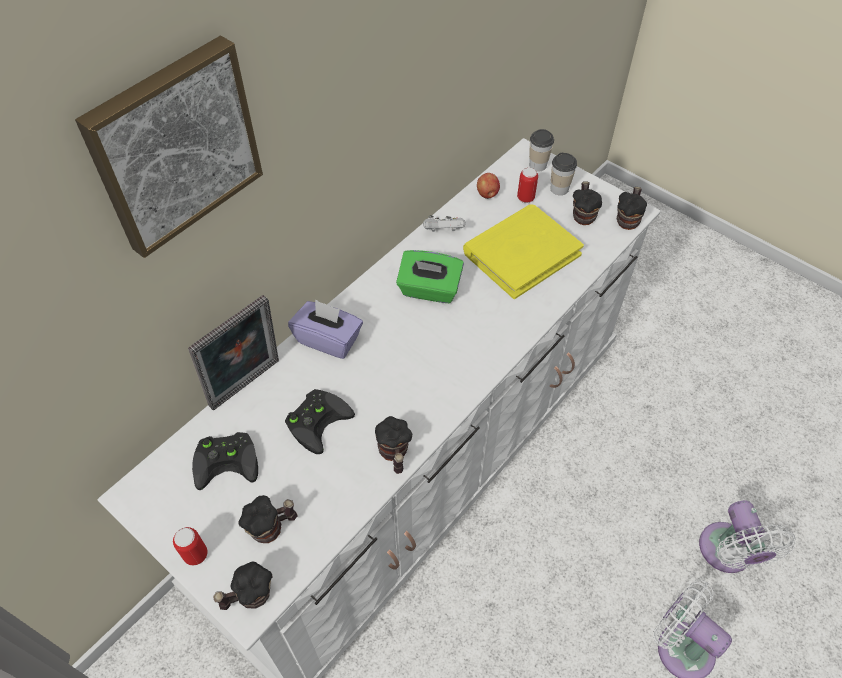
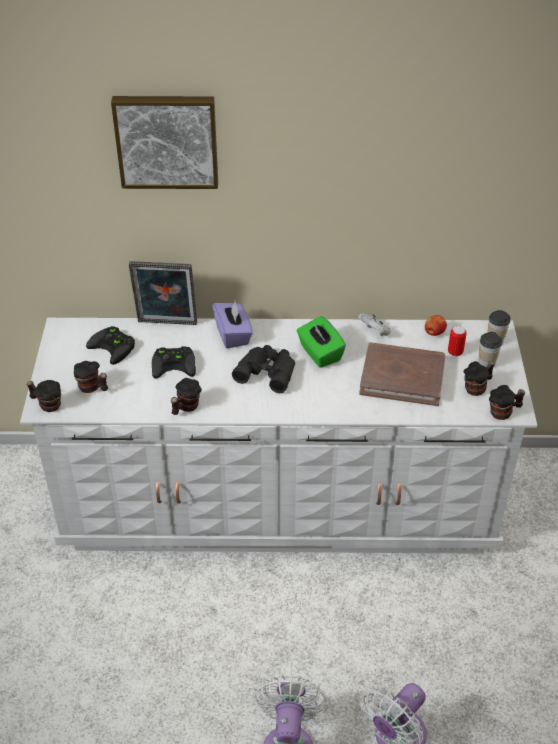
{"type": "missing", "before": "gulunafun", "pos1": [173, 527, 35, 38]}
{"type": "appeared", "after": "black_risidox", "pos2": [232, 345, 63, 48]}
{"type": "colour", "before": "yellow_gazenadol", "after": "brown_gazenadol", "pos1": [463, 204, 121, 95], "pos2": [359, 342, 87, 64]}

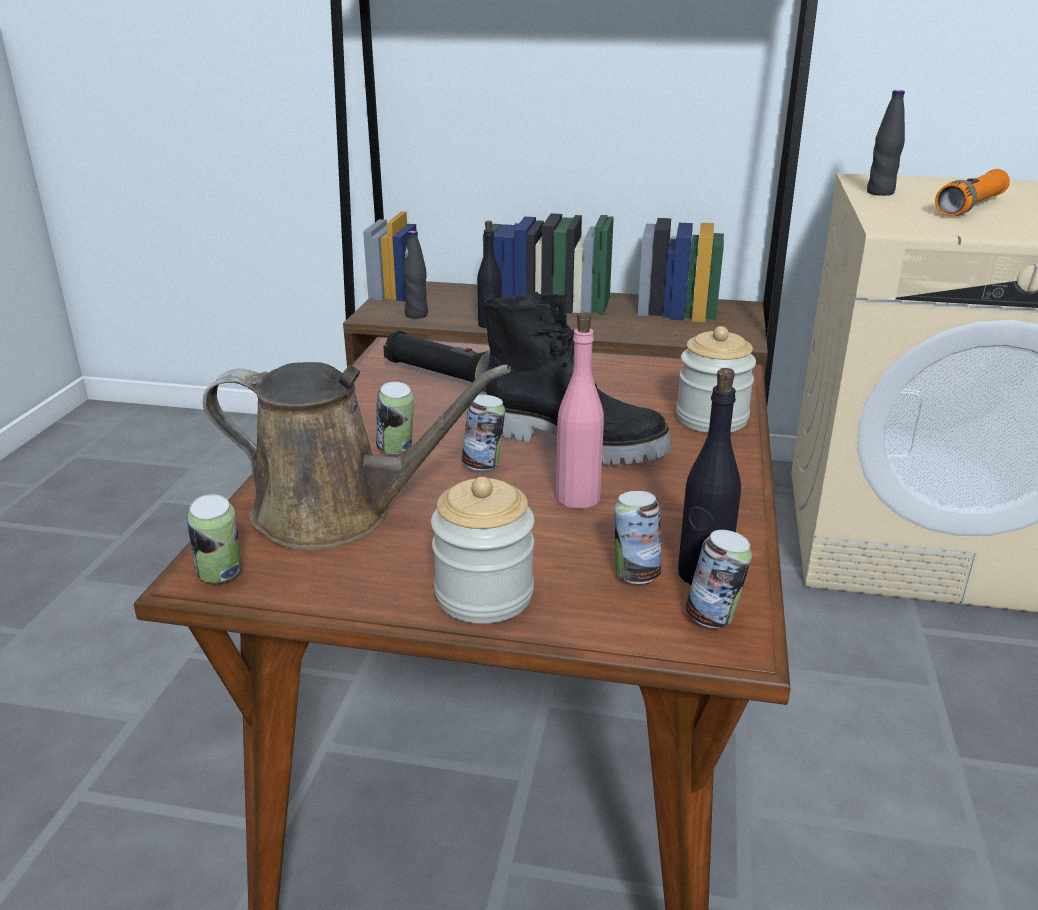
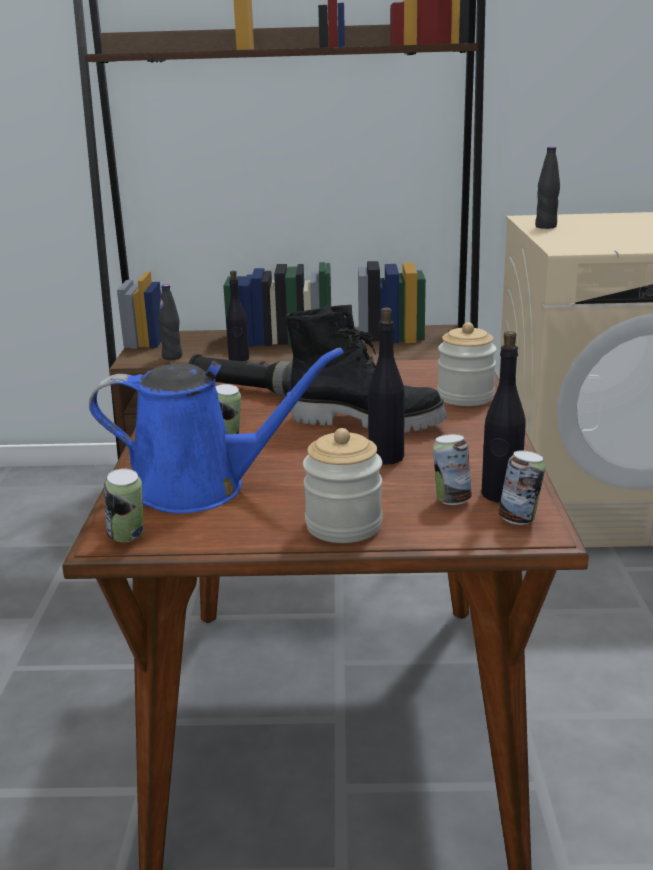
{"type": "missing", "before": "gulunafun", "pos1": [462, 395, 43, 76]}
{"type": "missing", "before": "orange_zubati", "pos1": [935, 169, 75, 48]}
{"type": "colour", "before": "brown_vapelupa", "after": "blue_vapelupa", "pos1": [203, 362, 308, 188], "pos2": [89, 348, 254, 166]}
{"type": "colour", "before": "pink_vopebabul", "after": "black_vopebabul", "pos1": [556, 312, 48, 197], "pos2": [368, 308, 37, 156]}

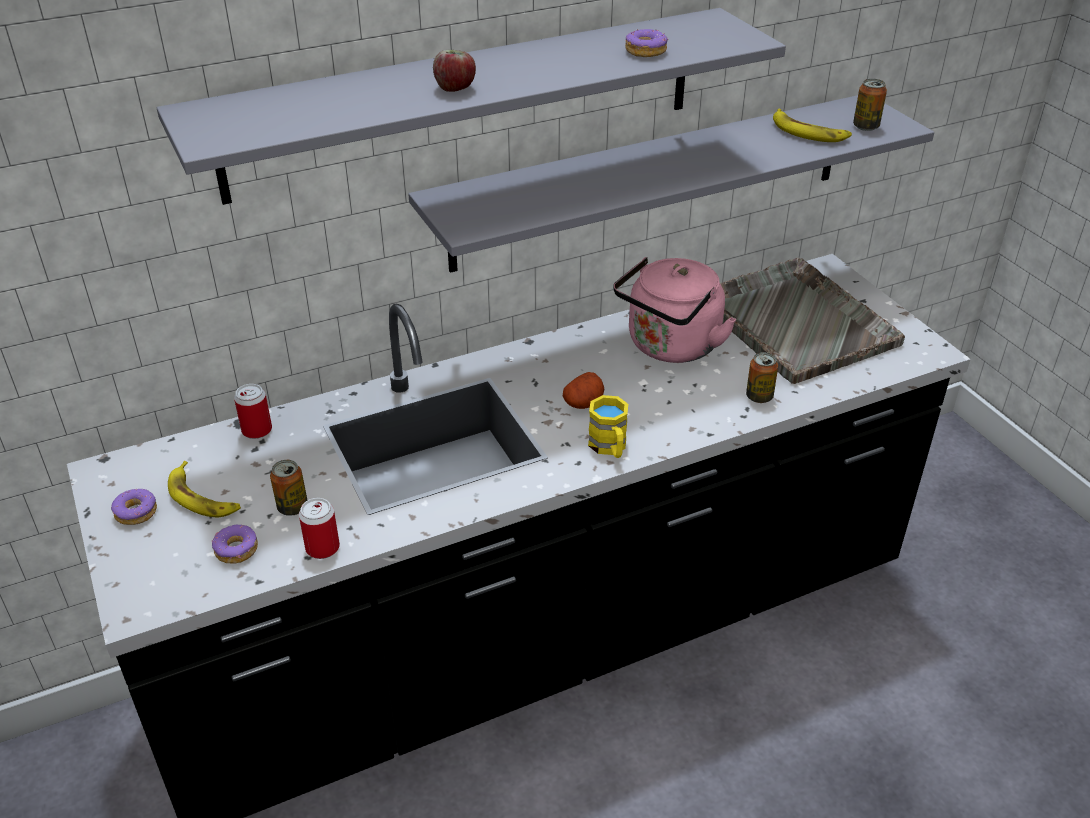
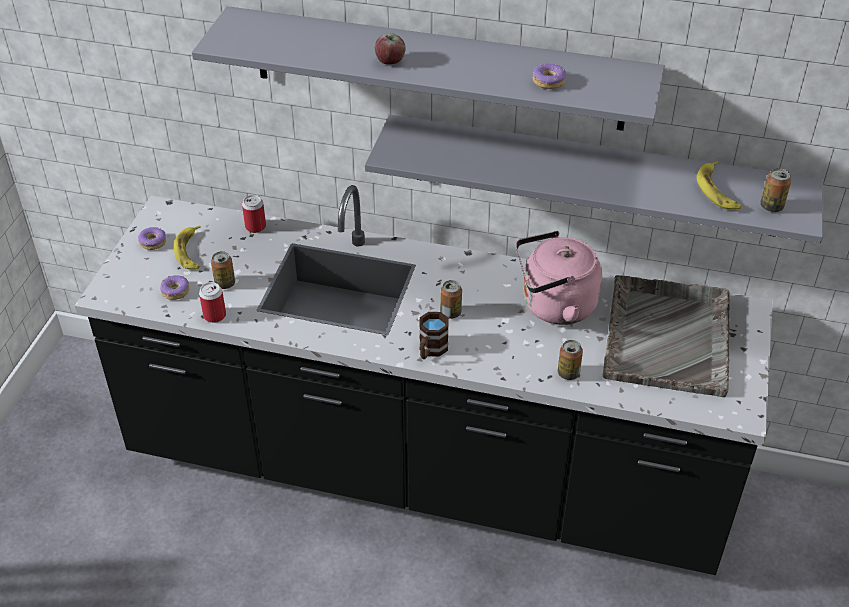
{"type": "exchanged", "before": "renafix", "after": "gulunafun", "pos1": [563, 372, 42, 37], "pos2": [440, 280, 22, 39]}
{"type": "colour", "before": "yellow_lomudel", "after": "brown_lomudel", "pos1": [588, 395, 40, 63], "pos2": [419, 312, 30, 47]}

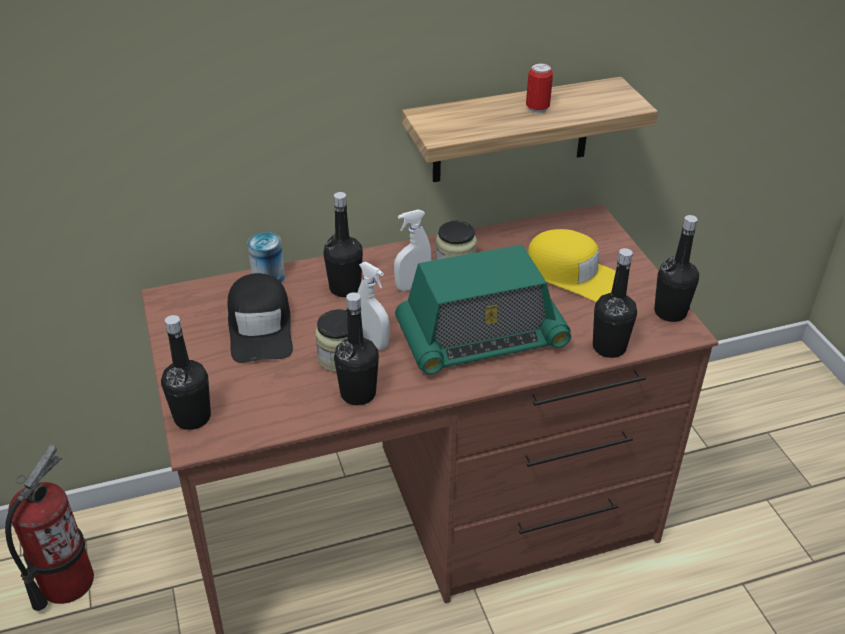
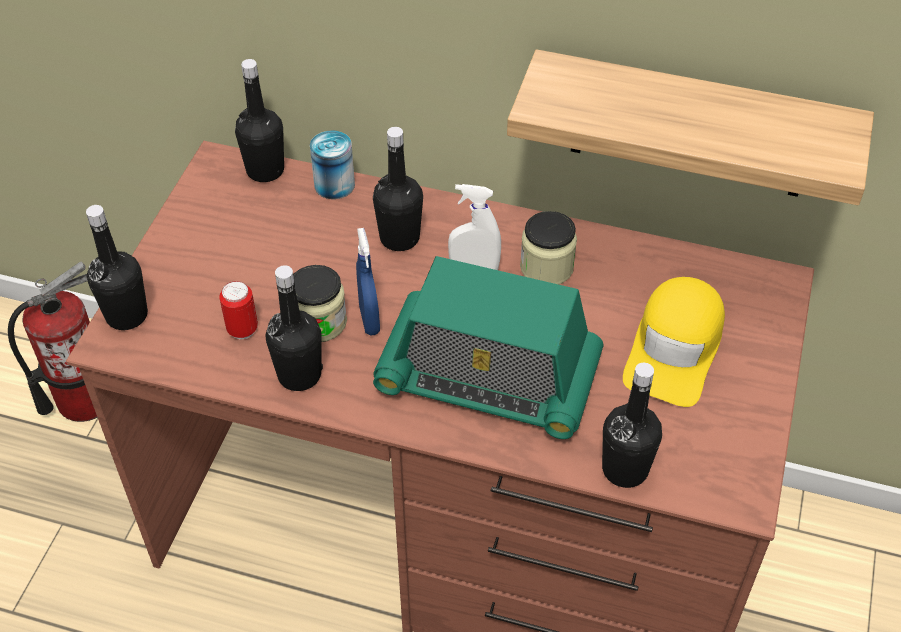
{"type": "missing", "before": "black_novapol", "pos1": [228, 273, 65, 90]}
{"type": "relocated", "before": "gulunafun", "pos1": [526, 63, 27, 51], "pos2": [219, 281, 39, 58]}
{"type": "relocated", "before": "black_vopebabul", "pos1": [654, 215, 45, 107], "pos2": [235, 59, 49, 123]}
{"type": "colour", "before": "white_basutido", "after": "blue_basutido", "pos1": [358, 262, 32, 87], "pos2": [356, 228, 24, 107]}
{"type": "spun", "before": "yellow_novapol", "pos1": [527, 229, 89, 73], "pos2": [623, 277, 102, 130], "turn": 45}

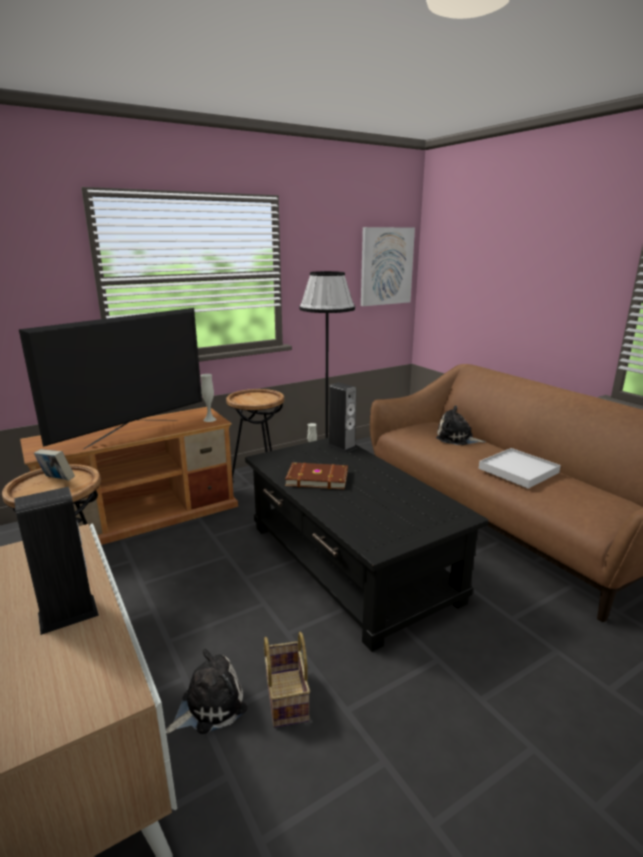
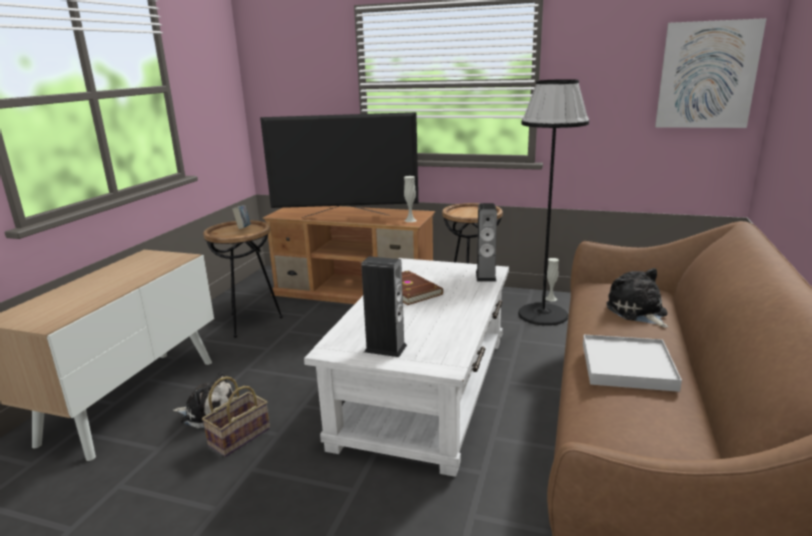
{"type": "relocated", "before": "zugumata", "pos1": [14, 487, 85, 148], "pos2": [361, 256, 46, 101]}
{"type": "colour", "before": "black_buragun", "after": "white_buragun", "pos1": [245, 438, 244, 214], "pos2": [304, 258, 205, 219]}

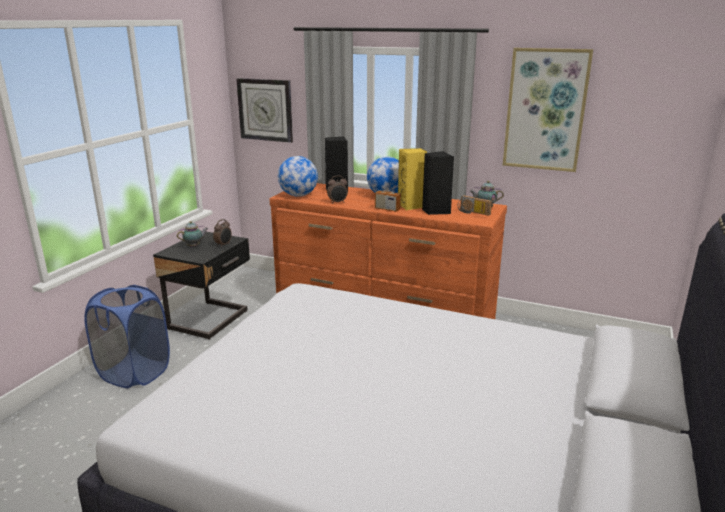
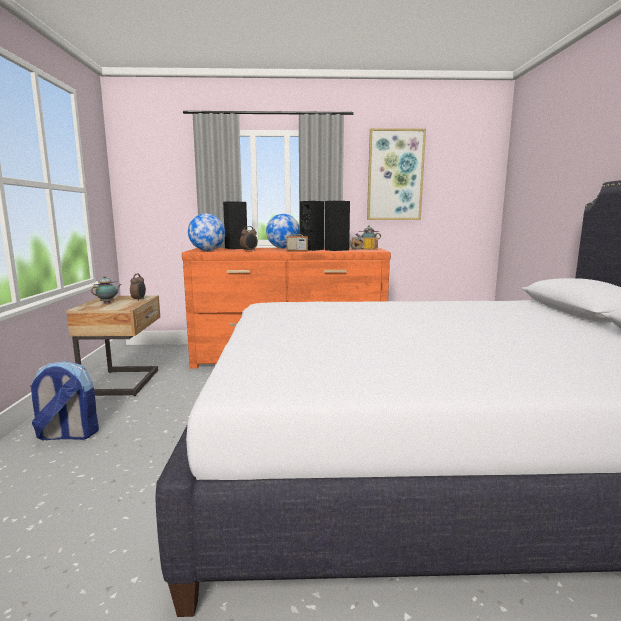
{"type": "missing", "before": "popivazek", "pos1": [236, 78, 57, 65]}
{"type": "exchanged", "before": "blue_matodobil", "after": "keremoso", "pos1": [84, 285, 86, 103], "pos2": [30, 361, 69, 79]}
{"type": "colour", "before": "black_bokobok", "after": "beige_bokobok", "pos1": [153, 232, 97, 108], "pos2": [66, 296, 94, 100]}
{"type": "colour", "before": "yellow_zugumata", "after": "black_zugumata", "pos1": [398, 148, 29, 62], "pos2": [300, 201, 24, 50]}

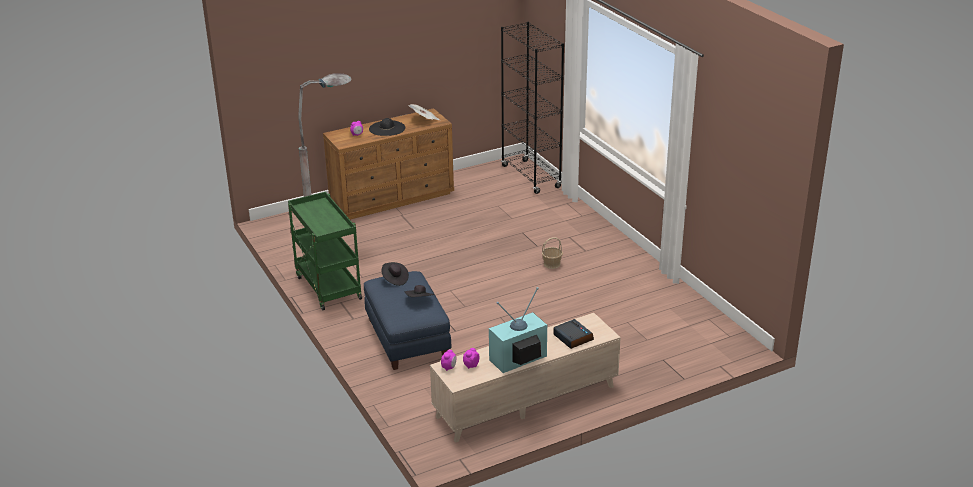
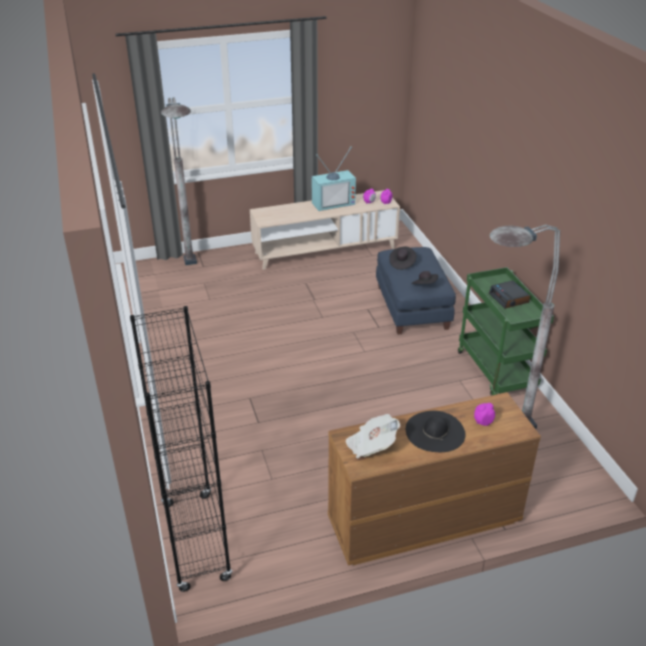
{"type": "missing", "before": "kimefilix", "pos1": [542, 237, 21, 32]}
{"type": "appeared", "after": "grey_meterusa", "pos2": [161, 97, 36, 168]}
{"type": "relocated", "before": "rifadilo", "pos1": [553, 319, 41, 30], "pos2": [489, 280, 41, 29]}

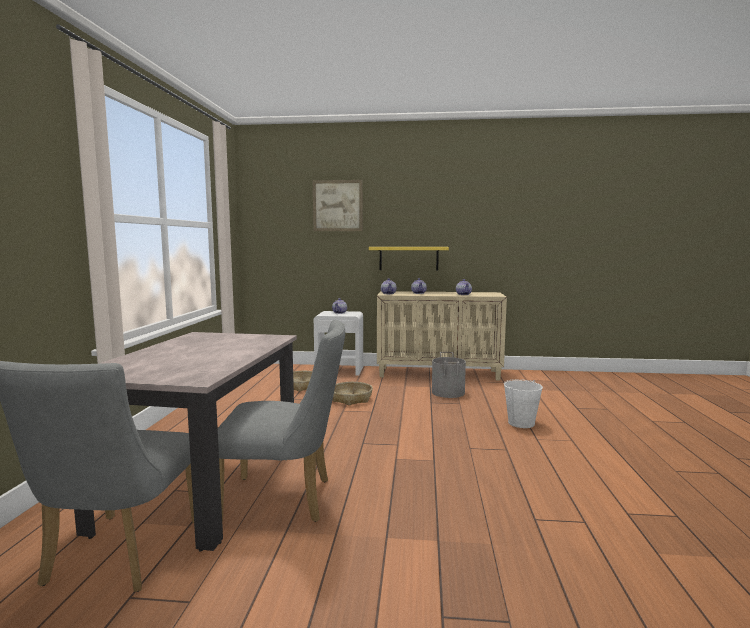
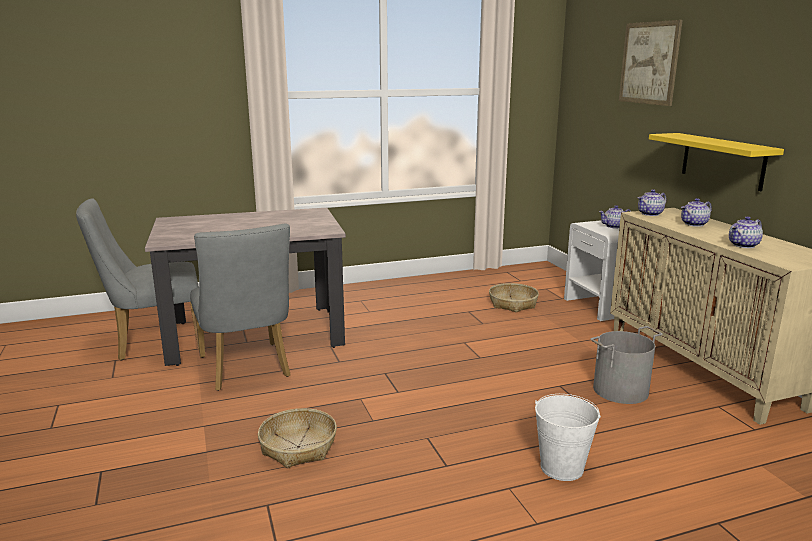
{"type": "relocated", "before": "kimefilix", "pos1": [333, 382, 40, 23], "pos2": [258, 408, 79, 60]}

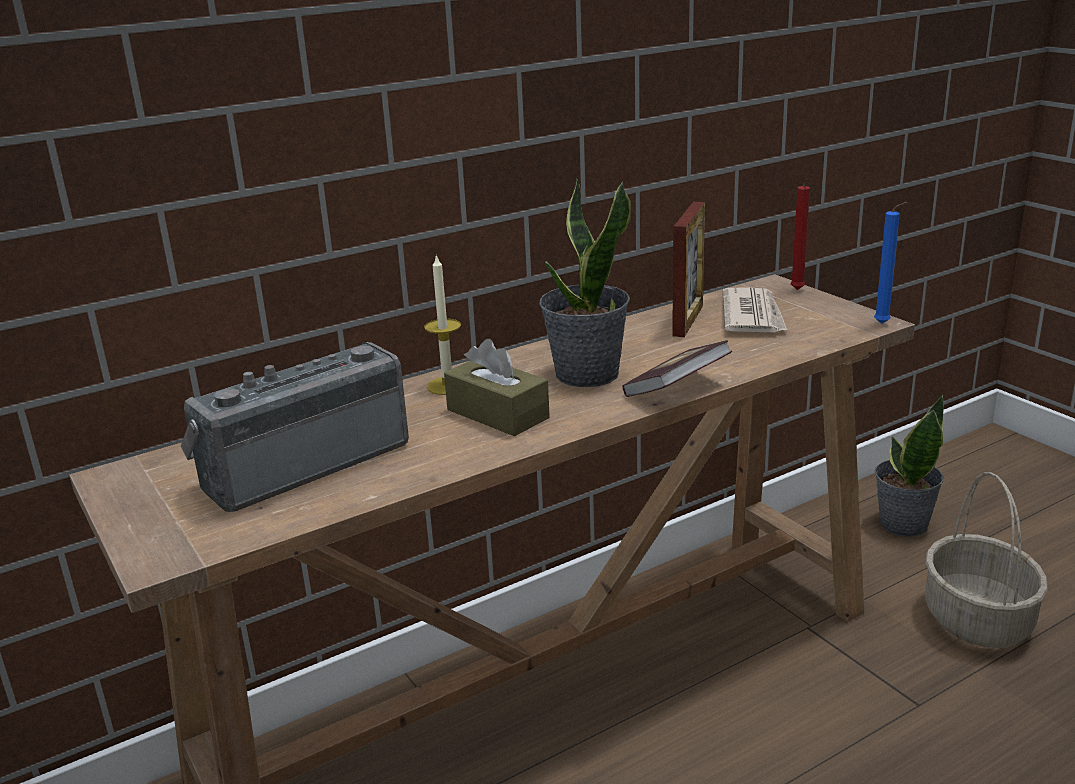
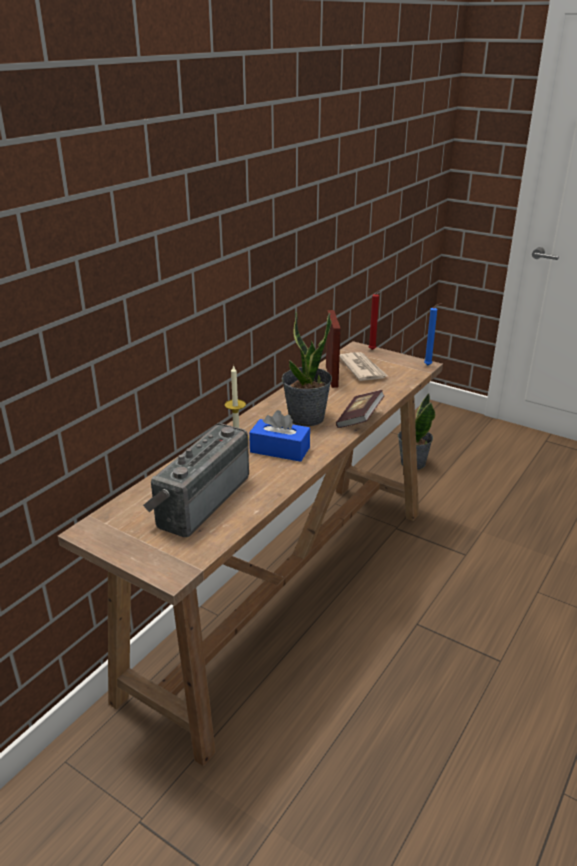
{"type": "missing", "before": "kimefilix", "pos1": [925, 472, 123, 176]}
{"type": "colour", "before": "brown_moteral", "after": "blue_moteral", "pos1": [444, 339, 106, 97], "pos2": [249, 410, 61, 52]}

